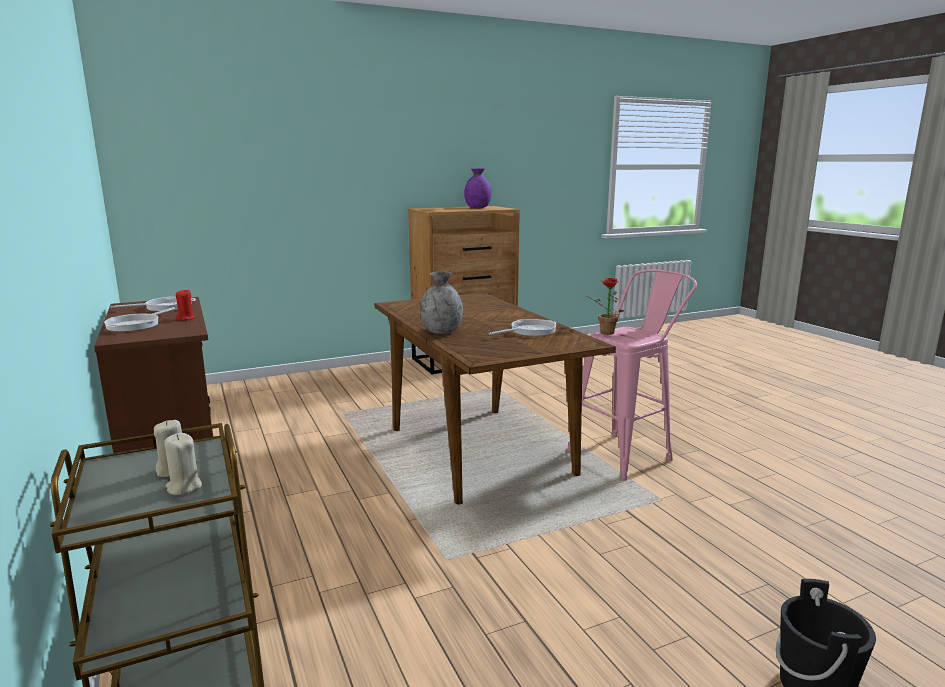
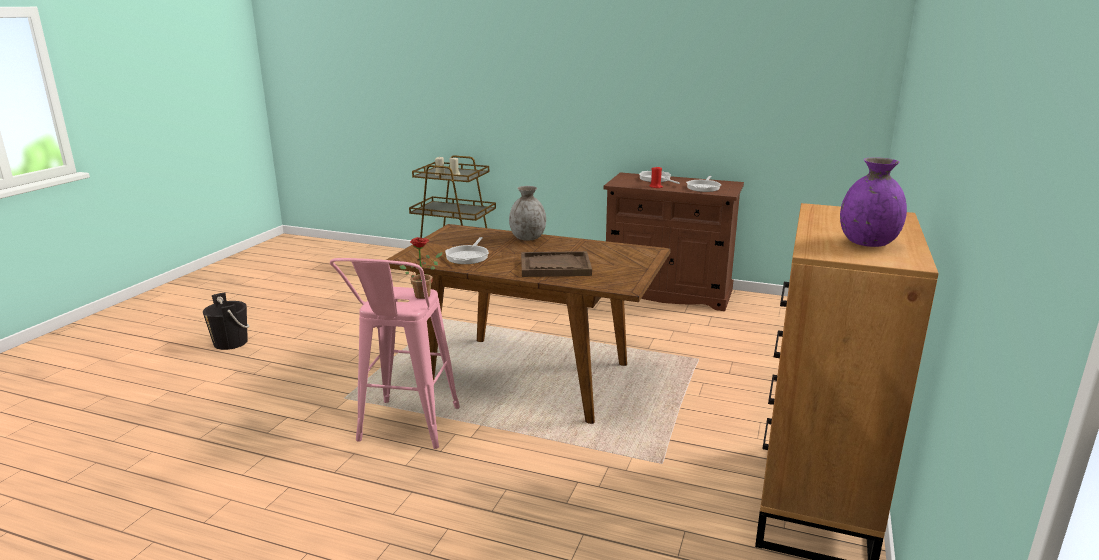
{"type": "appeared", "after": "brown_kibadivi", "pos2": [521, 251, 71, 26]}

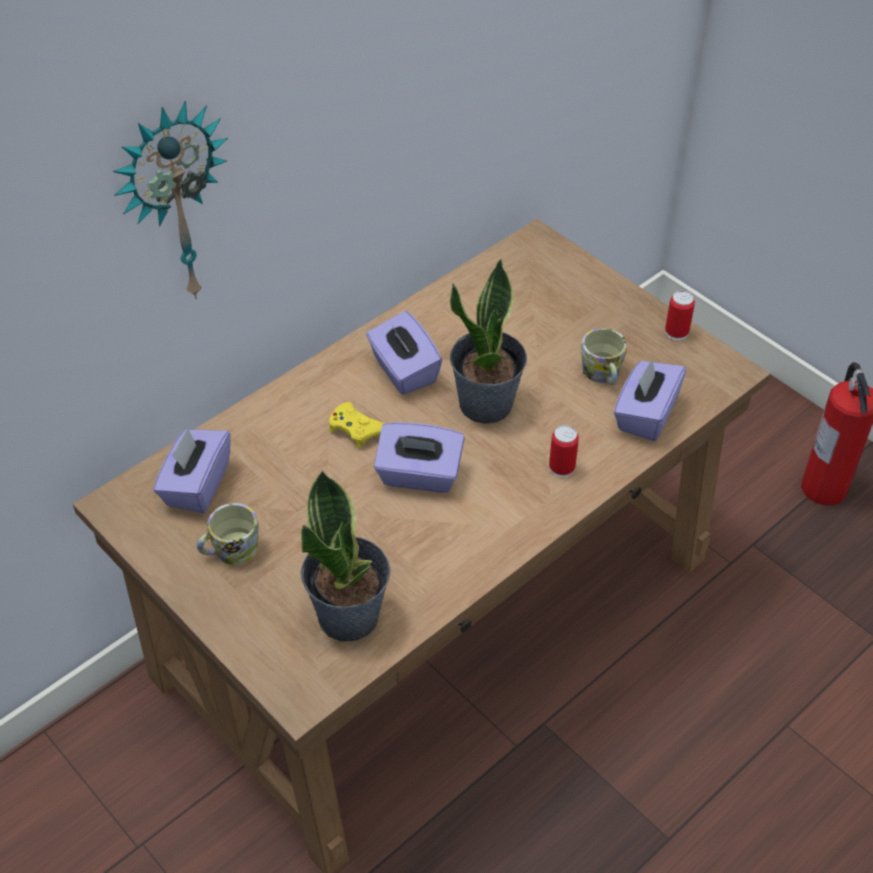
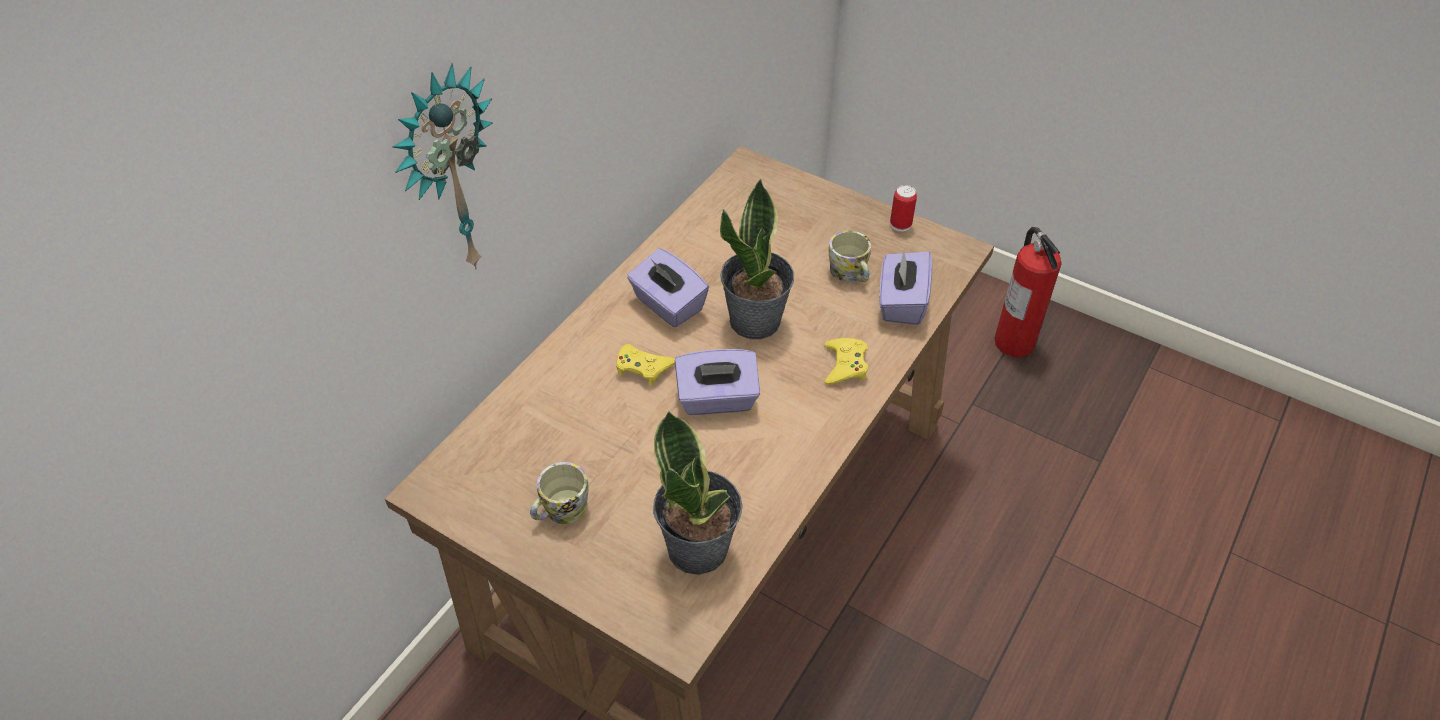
{"type": "missing", "before": "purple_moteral", "pos1": [153, 428, 78, 85]}
{"type": "exchanged", "before": "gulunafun", "after": "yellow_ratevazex", "pos1": [549, 425, 30, 52], "pos2": [824, 338, 44, 47]}

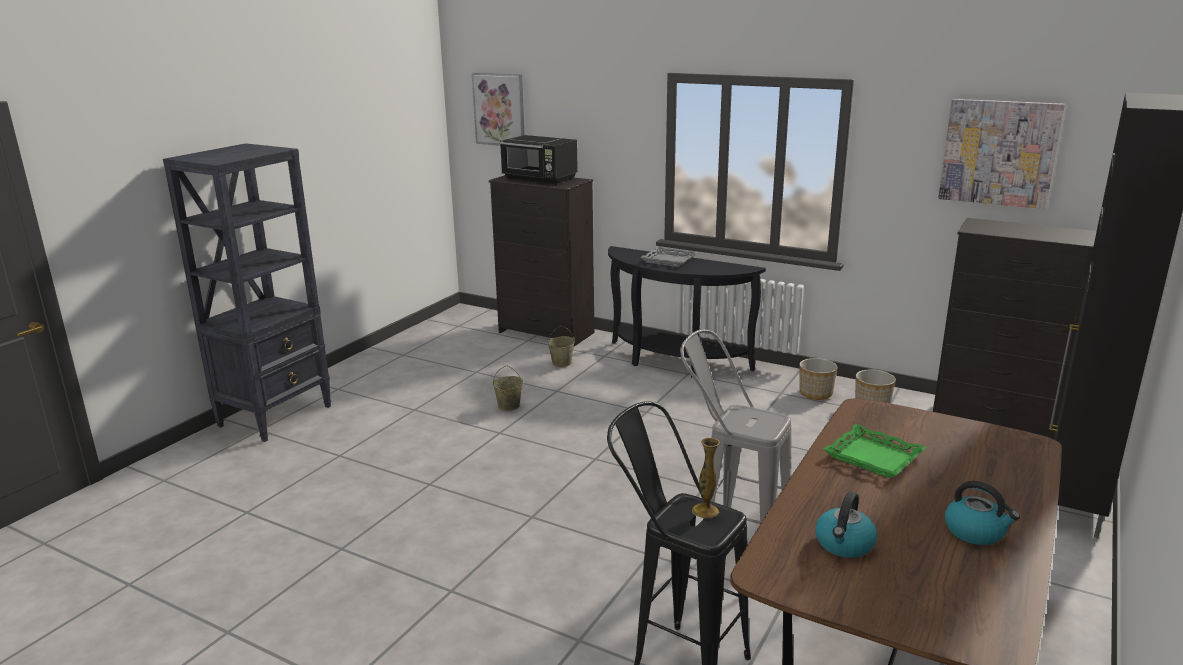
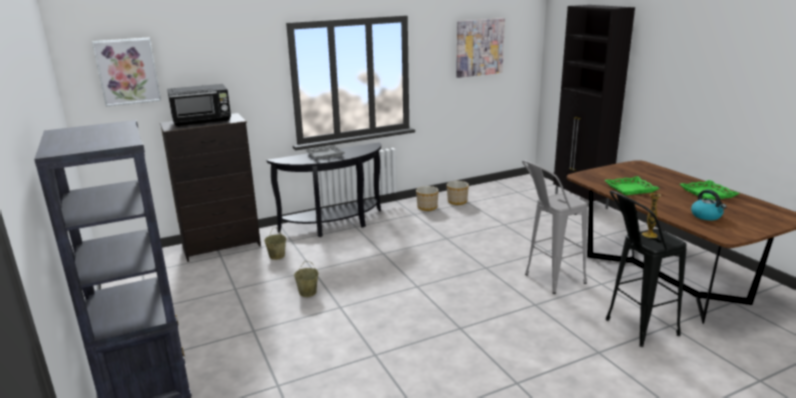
{"type": "missing", "before": "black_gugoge", "pos1": [933, 218, 163, 221]}
{"type": "exchanged", "before": "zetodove", "after": "green_kibadivi", "pos1": [945, 481, 75, 64], "pos2": [680, 180, 60, 20]}

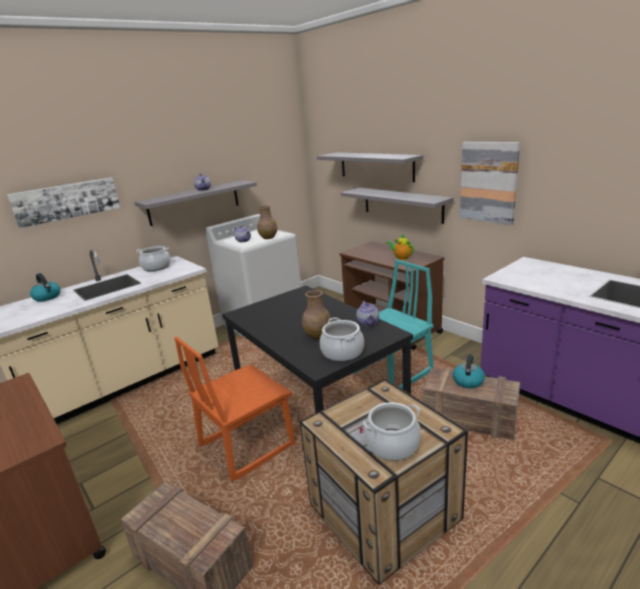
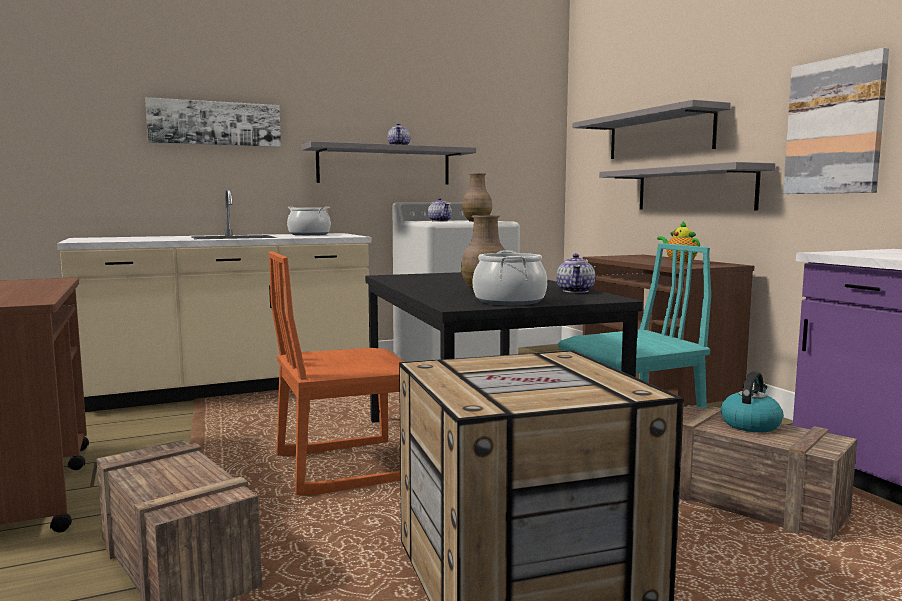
{"type": "missing", "before": "zetodove", "pos1": [30, 273, 31, 29]}
{"type": "missing", "before": "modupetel", "pos1": [363, 402, 58, 59]}

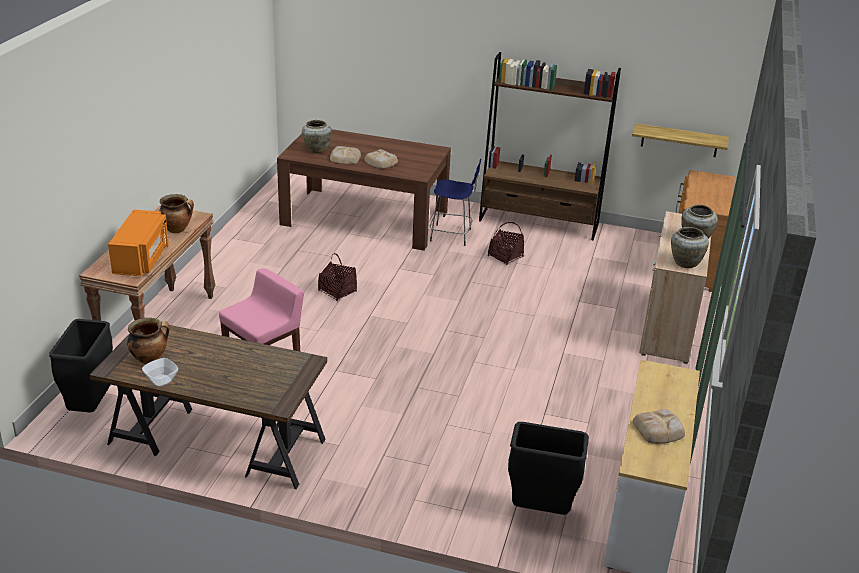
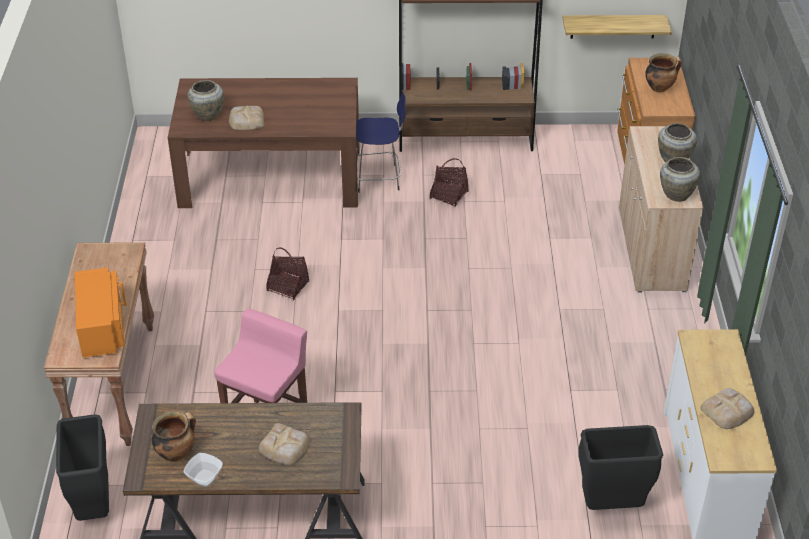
{"type": "relocated", "before": "modupetel", "pos1": [159, 194, 35, 39], "pos2": [645, 53, 37, 39]}
{"type": "relocated", "before": "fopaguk", "pos1": [364, 149, 34, 20], "pos2": [259, 423, 51, 42]}

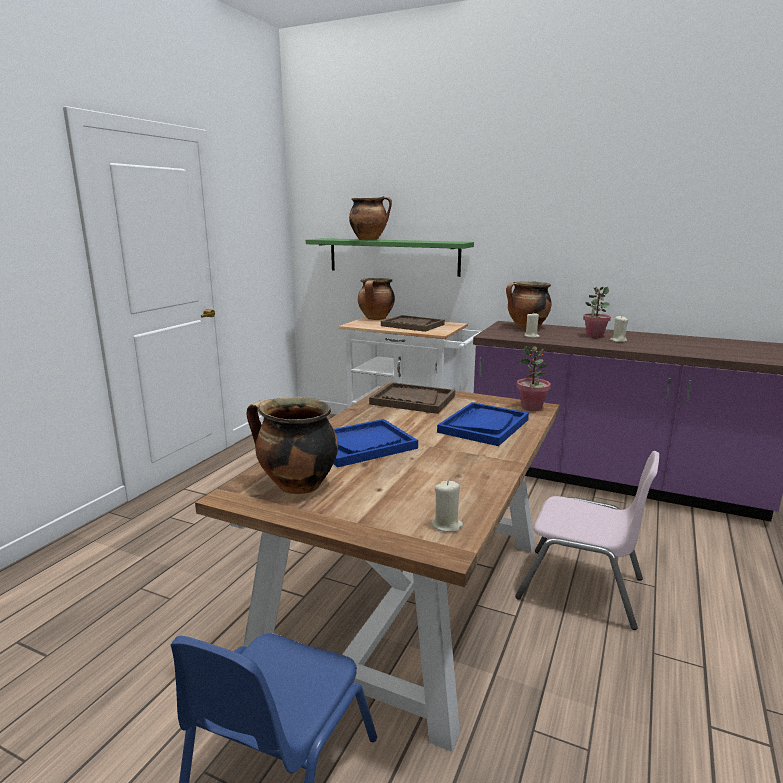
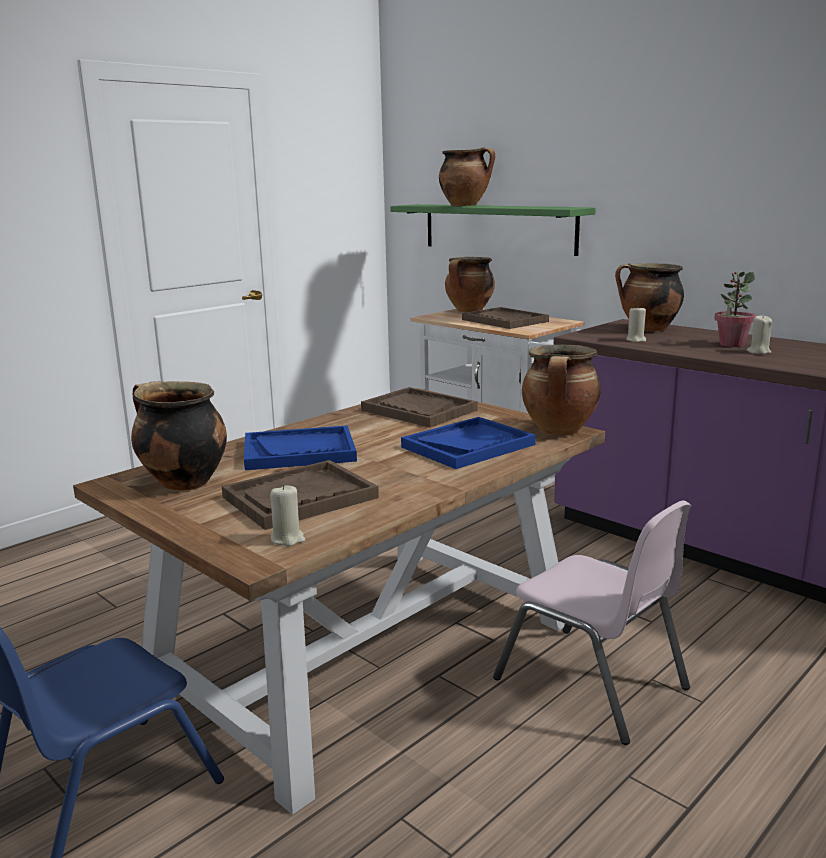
{"type": "appeared", "after": "brown_kibadivi", "pos2": [222, 460, 157, 70]}
{"type": "exchanged", "before": "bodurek", "after": "modupetel", "pos1": [517, 346, 34, 65], "pos2": [522, 345, 79, 91]}

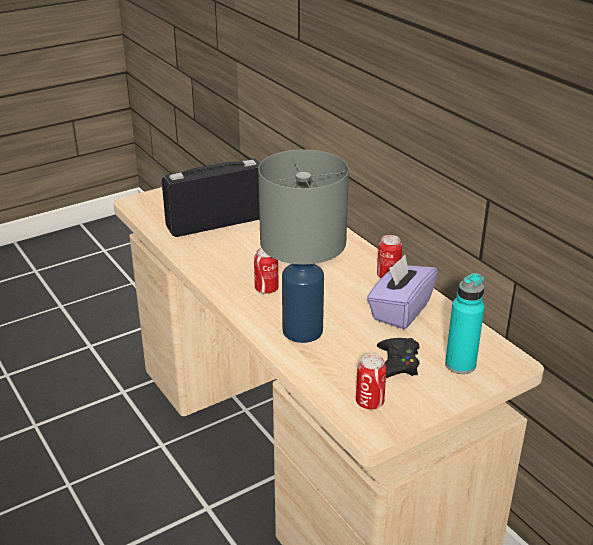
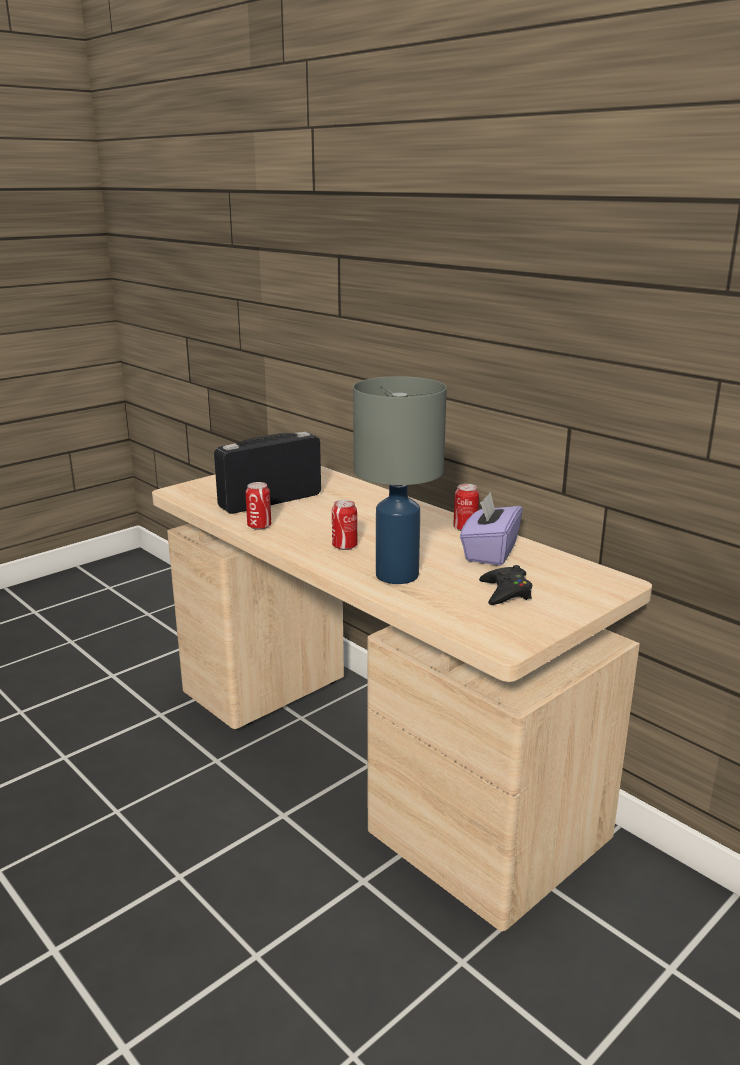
{"type": "missing", "before": "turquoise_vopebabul", "pos1": [445, 273, 40, 101]}
{"type": "relocated", "before": "gulunafun", "pos1": [356, 354, 31, 56], "pos2": [246, 482, 25, 48]}

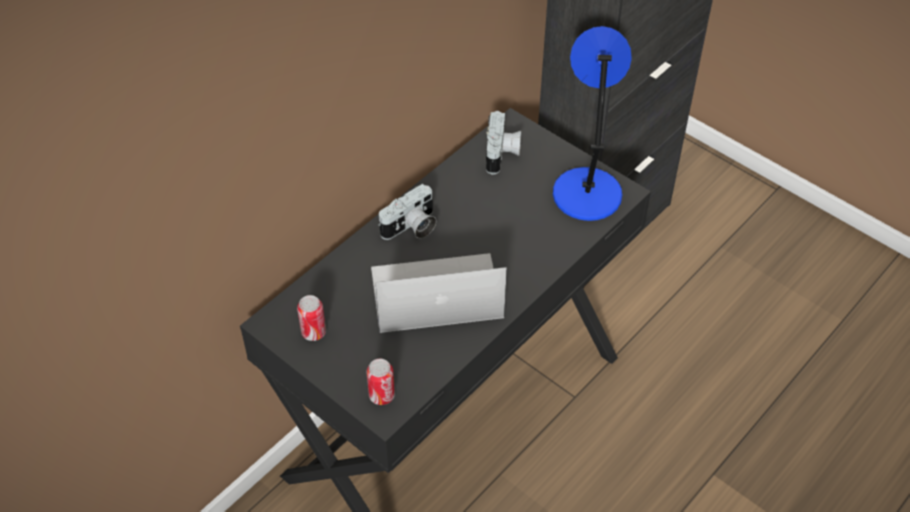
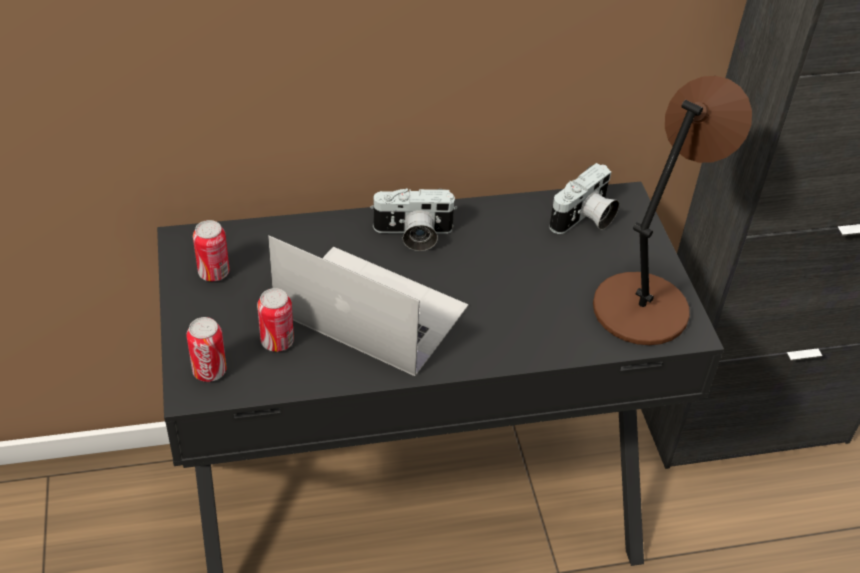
{"type": "appeared", "after": "gulunafun", "pos2": [257, 288, 37, 64]}
{"type": "colour", "before": "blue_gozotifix", "after": "brown_gozotifix", "pos1": [553, 26, 79, 195], "pos2": [593, 76, 159, 269]}

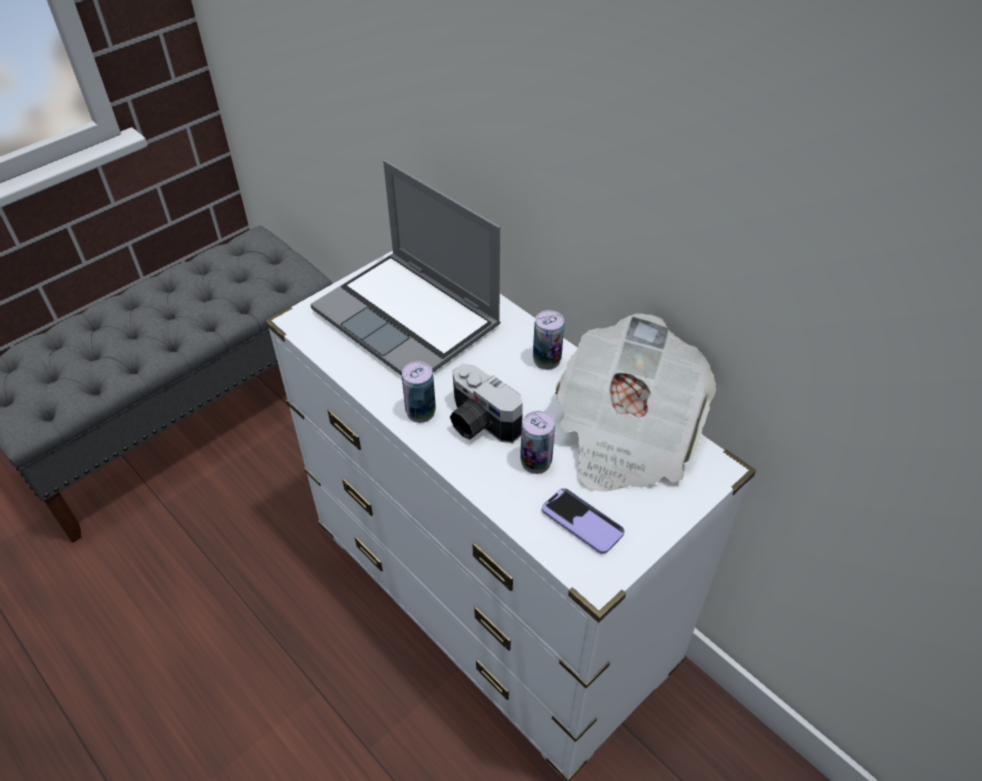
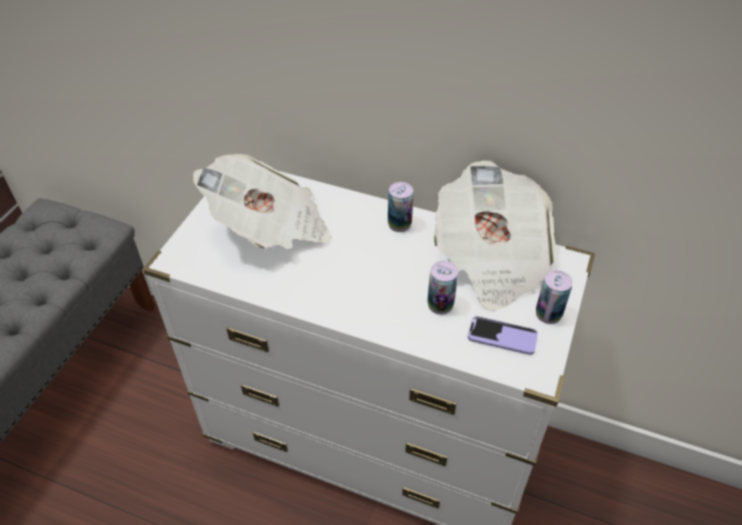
{"type": "missing", "before": "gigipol", "pos1": [450, 364, 73, 79]}
{"type": "relocated", "before": "gulunafun", "pos1": [402, 361, 34, 62], "pos2": [536, 270, 37, 54]}
{"type": "exchanged", "before": "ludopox", "after": "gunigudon", "pos1": [310, 160, 191, 216], "pos2": [193, 154, 139, 95]}

